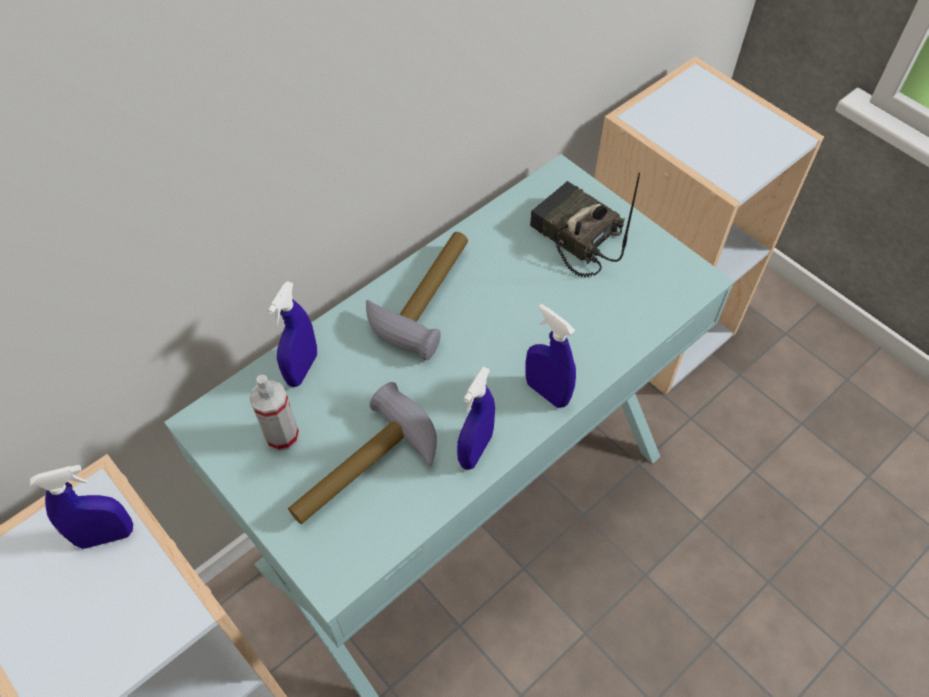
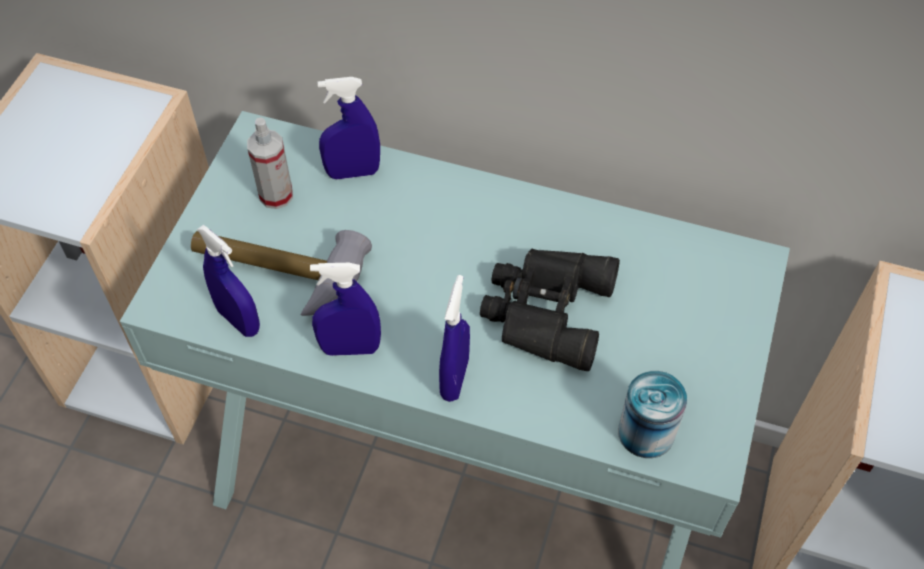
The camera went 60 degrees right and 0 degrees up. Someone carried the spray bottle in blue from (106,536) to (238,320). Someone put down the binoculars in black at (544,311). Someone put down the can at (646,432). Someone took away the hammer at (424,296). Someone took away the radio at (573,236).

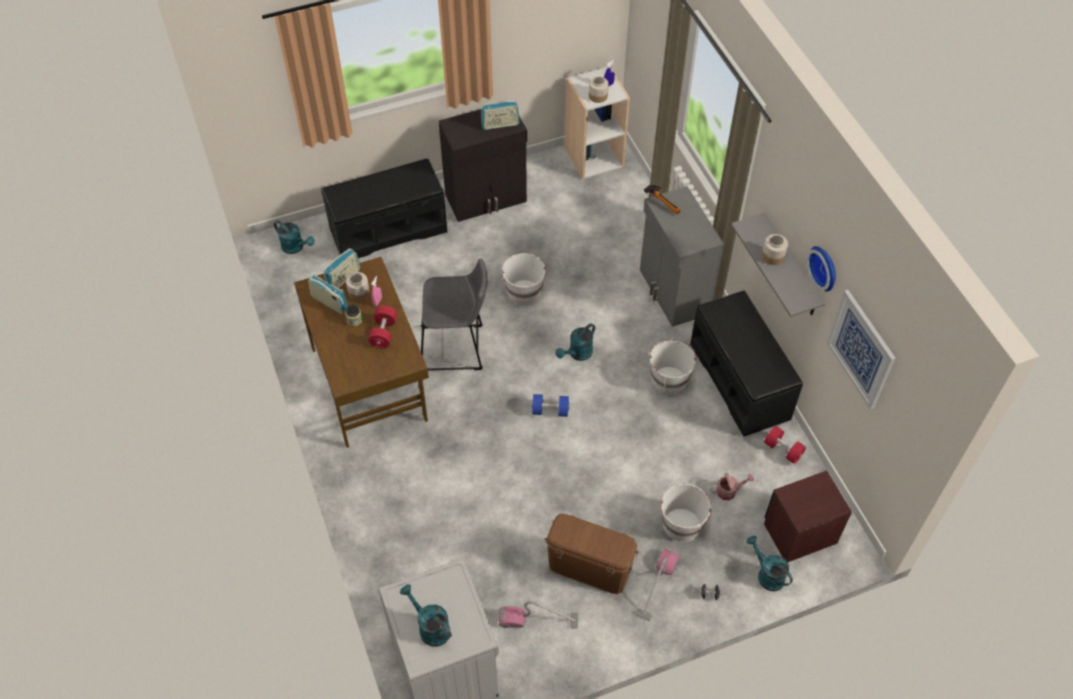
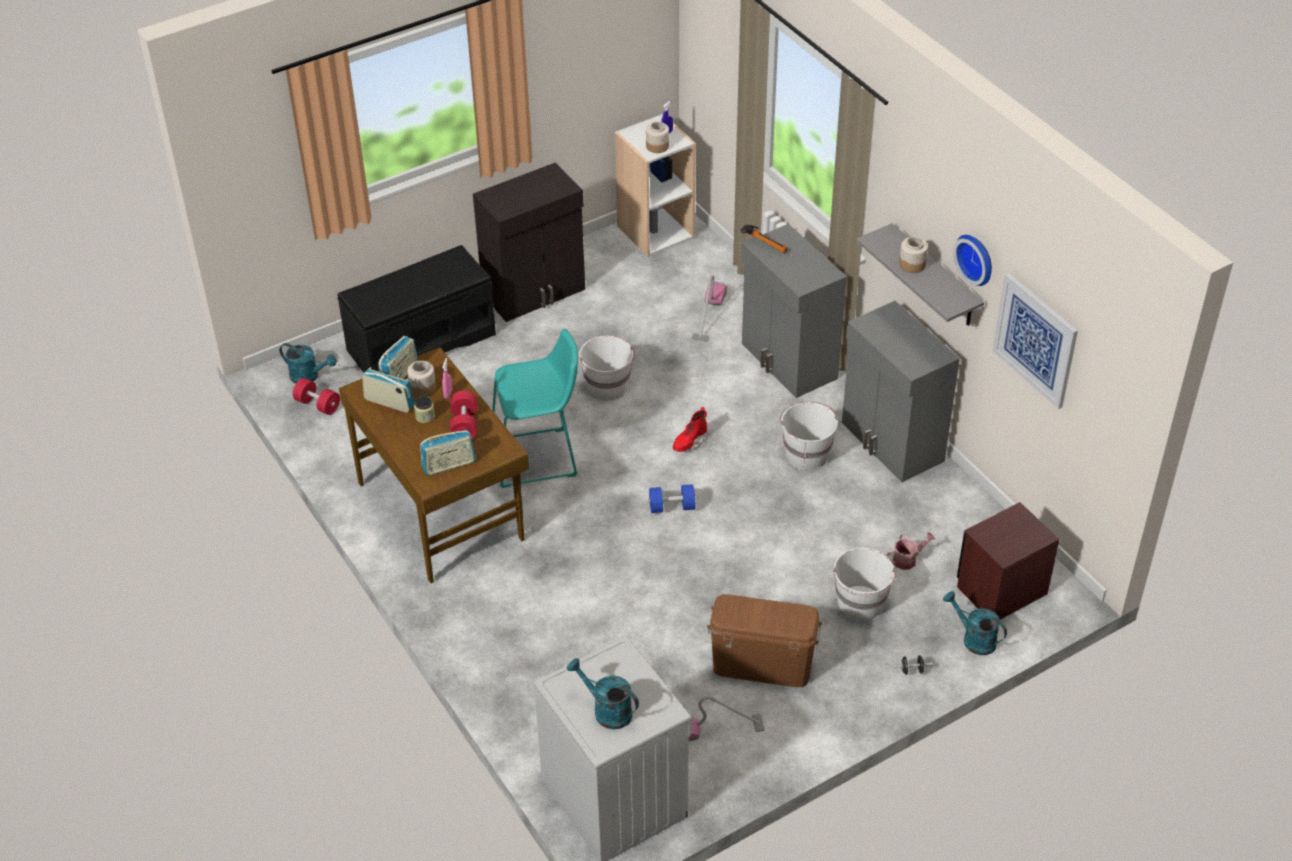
The camera went 10 degrees left and 10 degrees down. Someone carried the dumbbell in red from (783,450) to (317,404). Someone carried the radio from (500,124) to (449,465). Someone repainted the stool in grey at (456,348), which became the stool in turquoise at (539,458). Someone swapped the watering can in turquoise at (577,354) for the boot in red at (690,443). Someone carried the vacuum cleaner from (657,585) to (709,315). Someone swapped the bench in black at (740,380) for the cabinet in grey at (891,443).

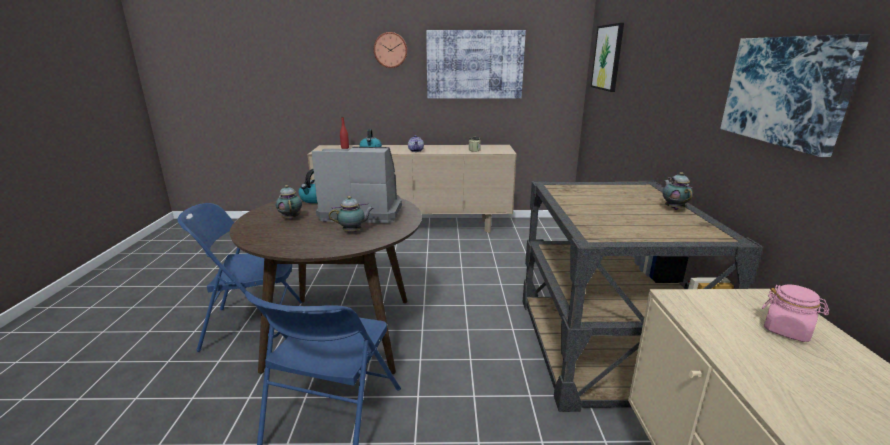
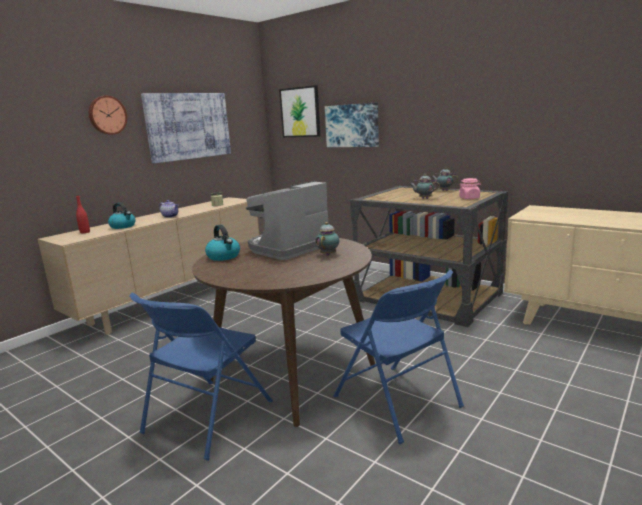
The camera went 50 degrees left and 5 degrees down. Someone carried the picture from (786,90) to (352,125). Someone carried the teapot from (291,218) to (423,198). Someone carried the jar in pink from (787,330) to (469,198).

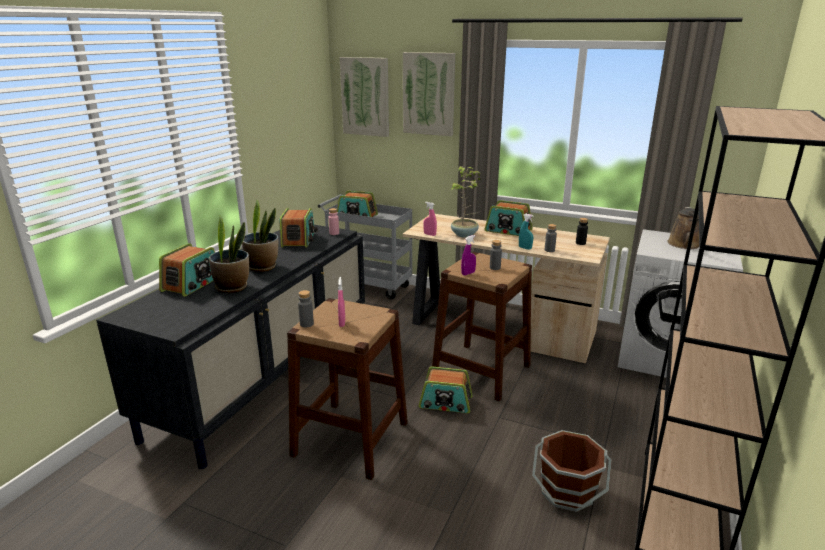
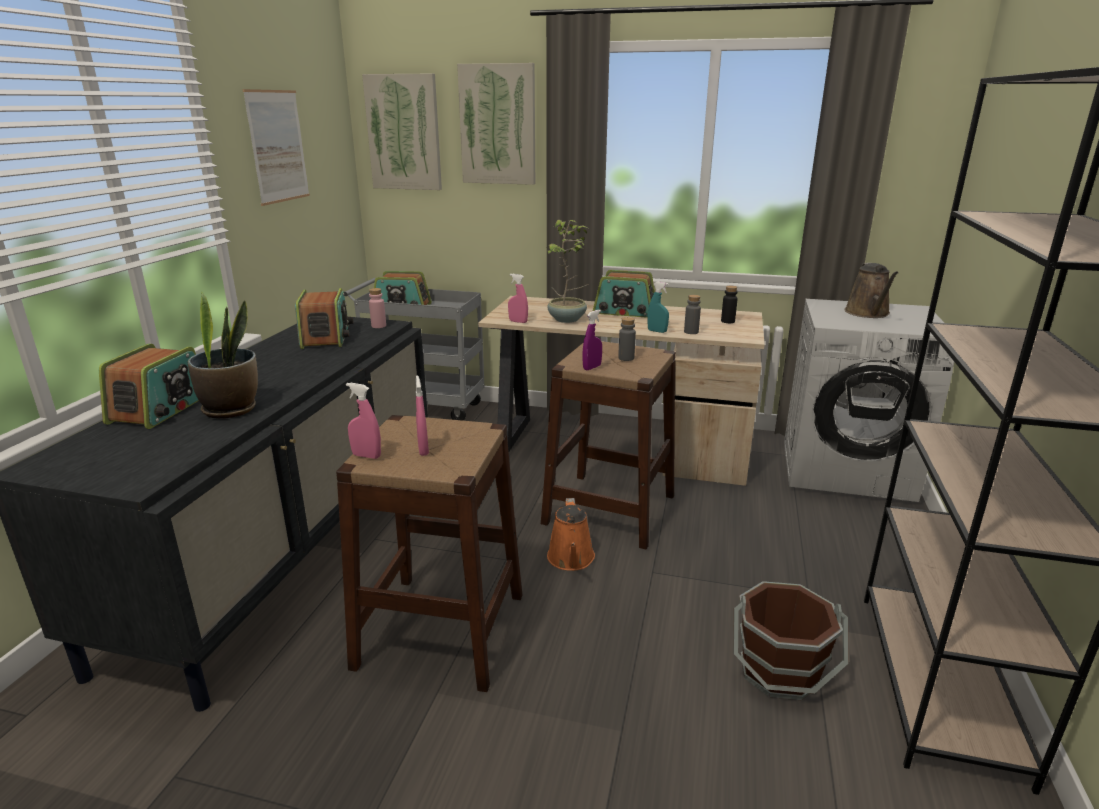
The camera went 10 degrees left and 0 degrees up. Someone put up the picture at (278,146). Someone swapped the bottle in grey at (306,324) for the spray bottle in pink at (366,456). Someone swapped the radio at (445,402) for the watering can in orange at (571,559). Someone took away the potted plant at (262,267).

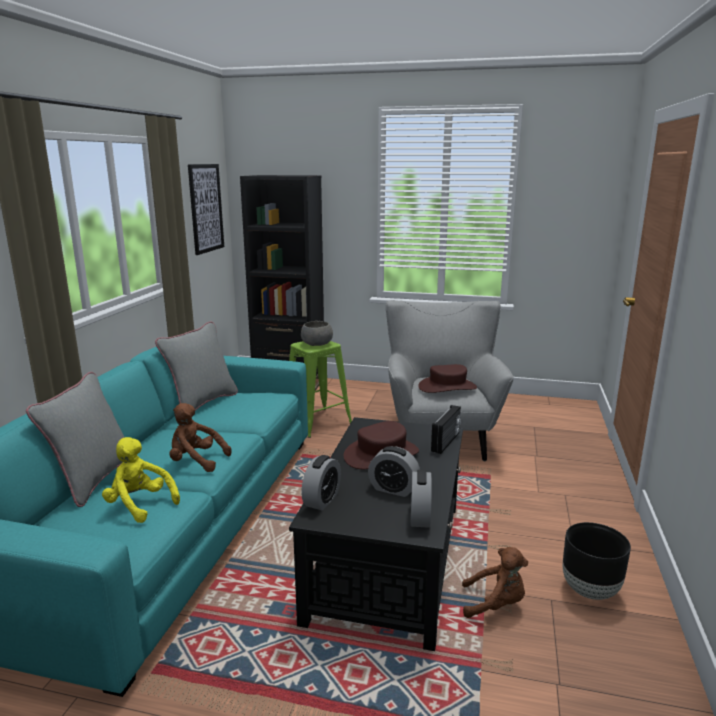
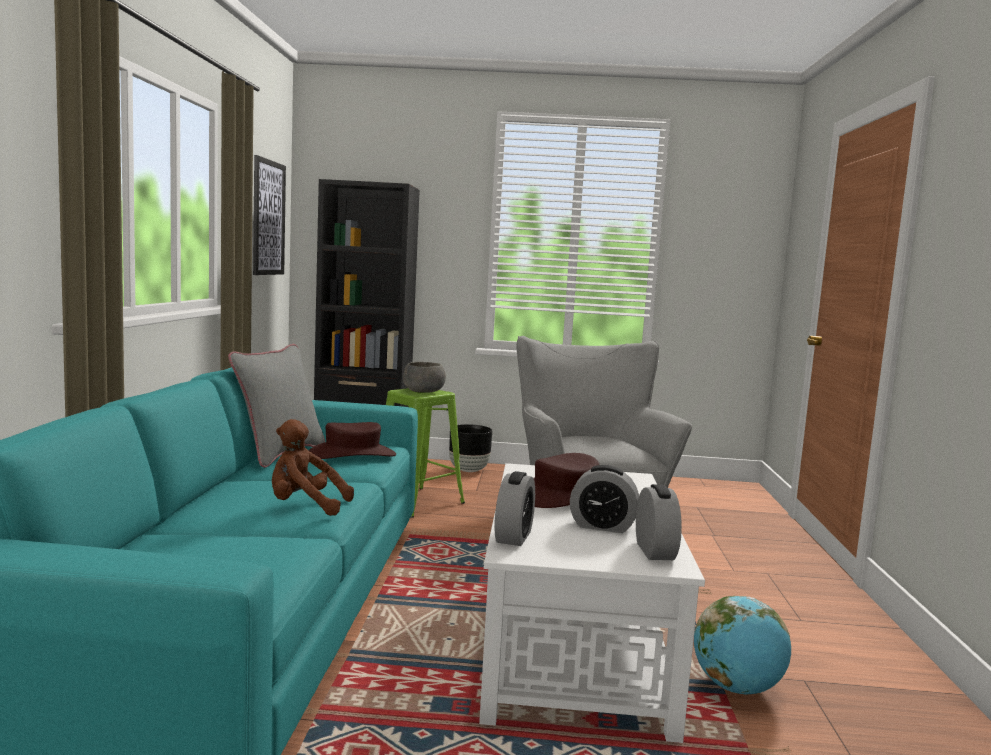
The camera went 10 degrees left and 10 degrees down. Someone carried the hat in brown from (447,387) to (352,454). Someone carried the planter in black from (590,589) to (469,470). Someone repainted the coffee table in black at (388,558), which became the coffee table in white at (574,644). Someone swapped the plush toy in brown at (495,604) for the globe at (737,688). Someone took away the pillow in grey at (93,480). Someone took away the plush toy in yellow at (140,505). Someone took away the radio at (446,442).

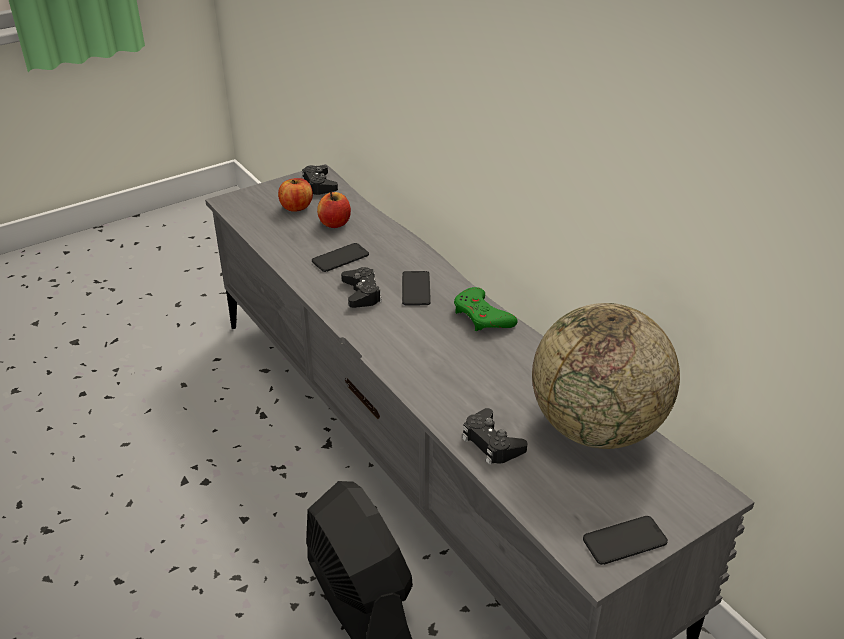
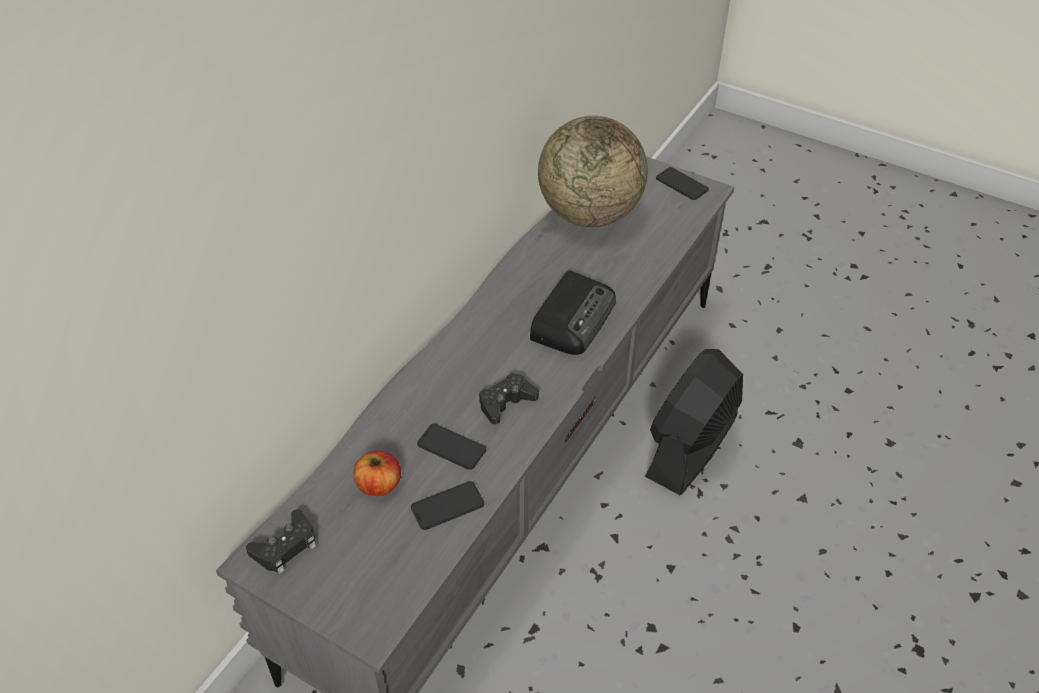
The camera went 115 degrees left and 10 degrees up. Someone carried the phone from (416,289) to (447,506). Someone put down the radio at (573,318). Someone took away the apple at (296,207). Someone took away the game controller in green at (482,316). Someone took away the game controller in black at (491,443).

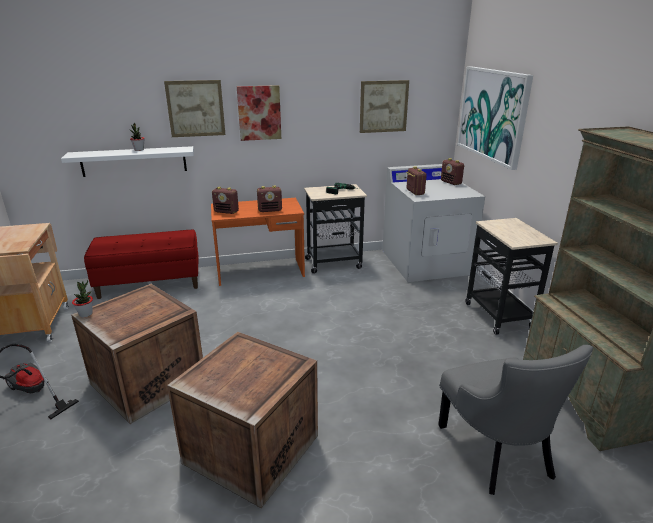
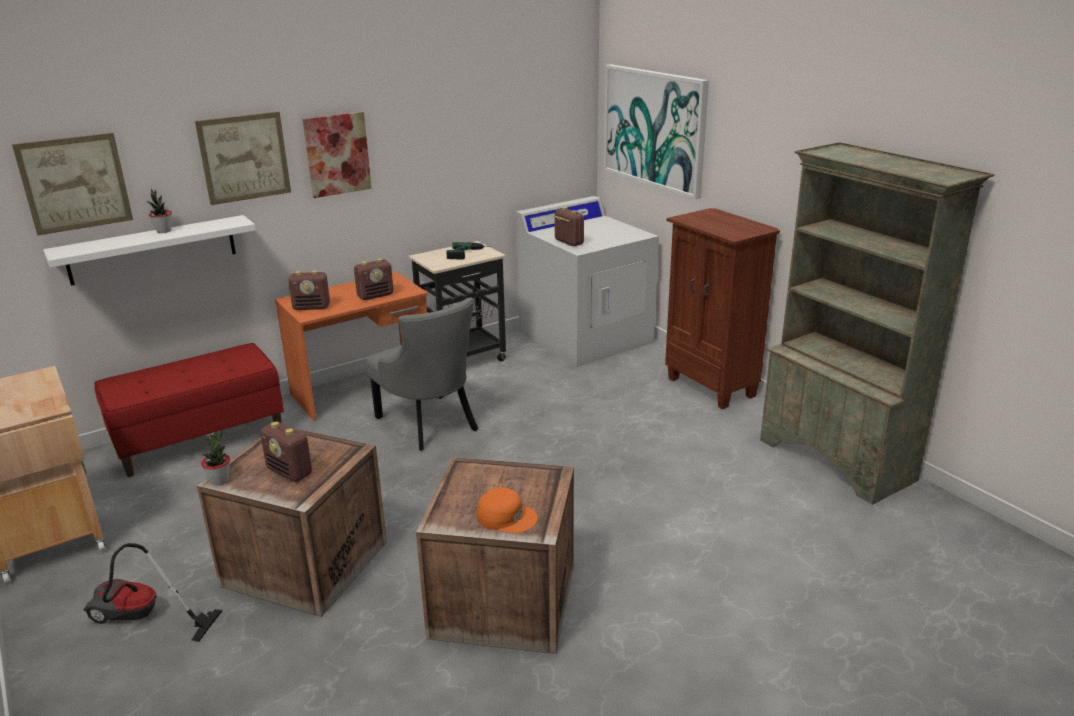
The camera went 20 degrees left and 0 degrees up. Someone carried the picture from (383,106) to (75,183). Someone carried the radio from (451,182) to (290,472). Someone carried the chair in grey from (494,449) to (427,422). Someone put down the cap in orange at (506,517). Someone swapped the cart at (499,317) for the cabinet in brown at (710,388).

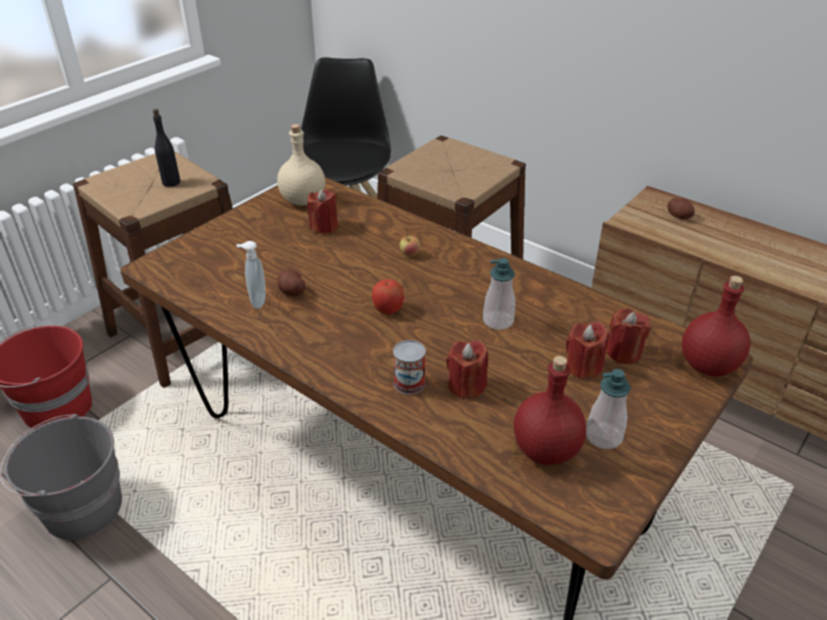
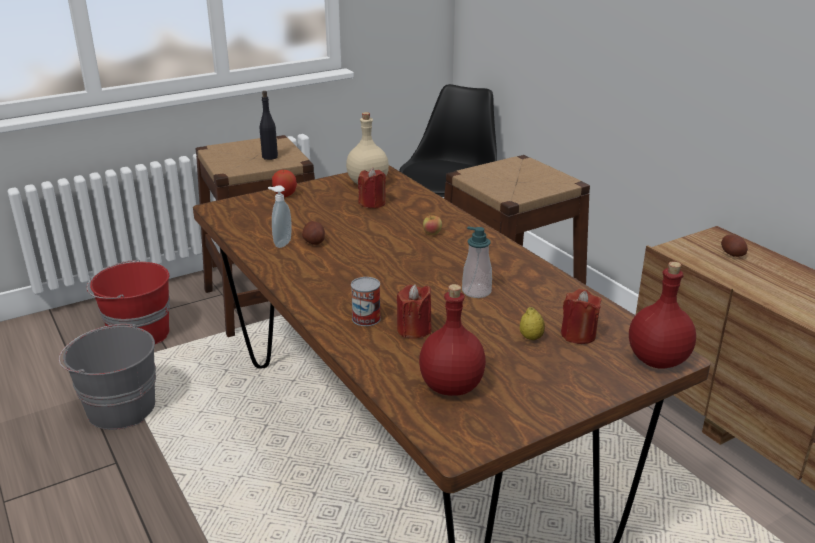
The camera went 20 degrees right and 10 degrees down. Someone carried the apple from (388,309) to (285,194). Someone swapped the candle in red at (583,367) for the lemon at (531,338). Someone took away the soap dispenser at (603,436).

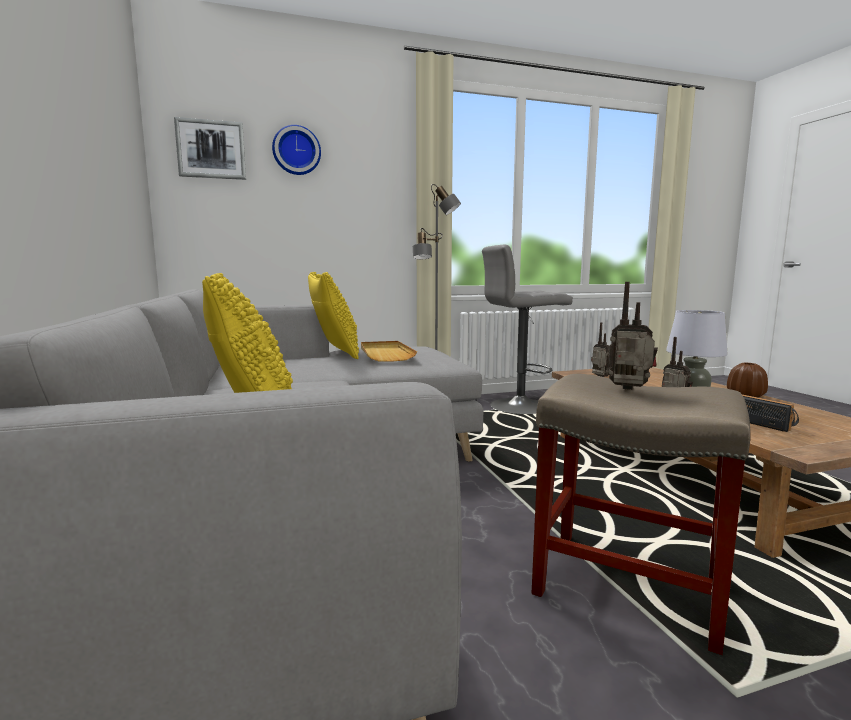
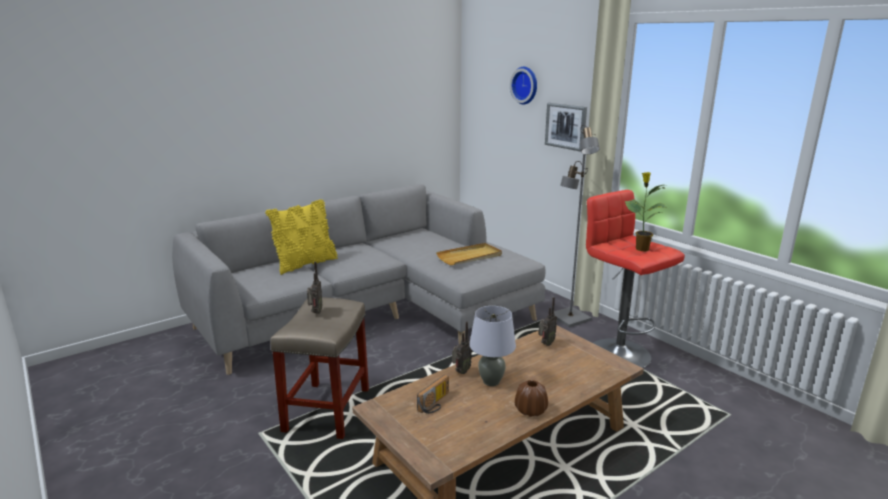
The camera went 70 degrees right and 10 degrees up. Someone carried the picture from (211,149) to (566,126). Someone repainted the stool in grey at (519,406), which became the stool in red at (619,353). Someone put down the potted plant at (641,249). Someone took away the pillow in yellow at (335,353).

